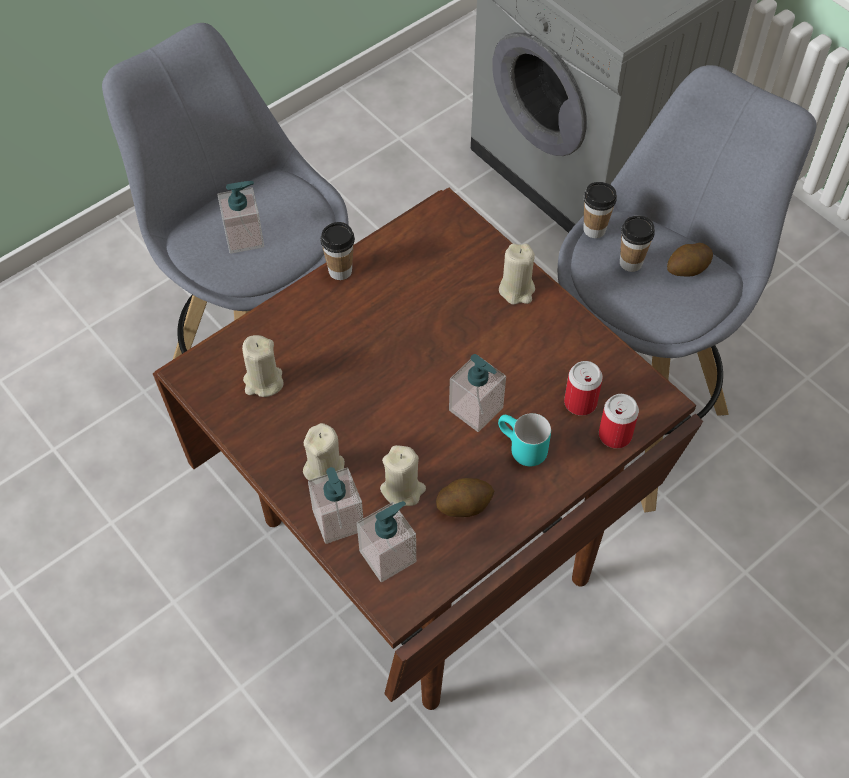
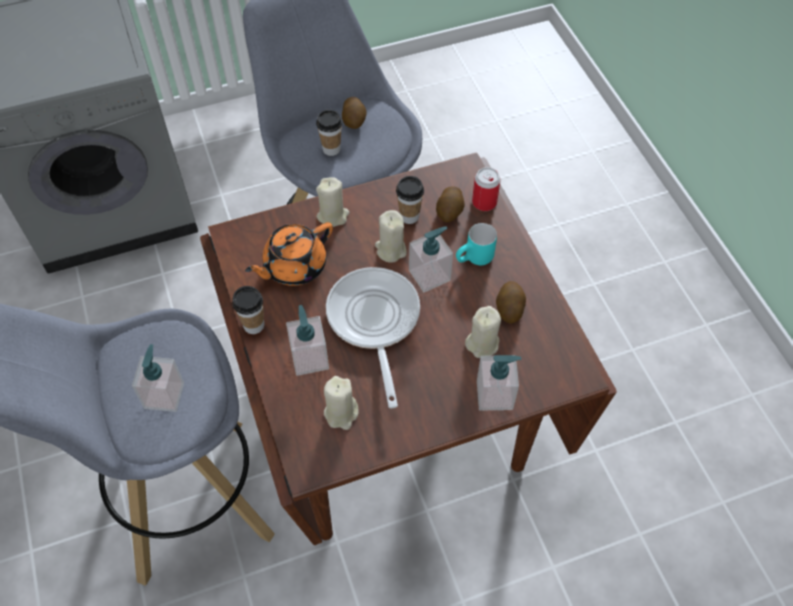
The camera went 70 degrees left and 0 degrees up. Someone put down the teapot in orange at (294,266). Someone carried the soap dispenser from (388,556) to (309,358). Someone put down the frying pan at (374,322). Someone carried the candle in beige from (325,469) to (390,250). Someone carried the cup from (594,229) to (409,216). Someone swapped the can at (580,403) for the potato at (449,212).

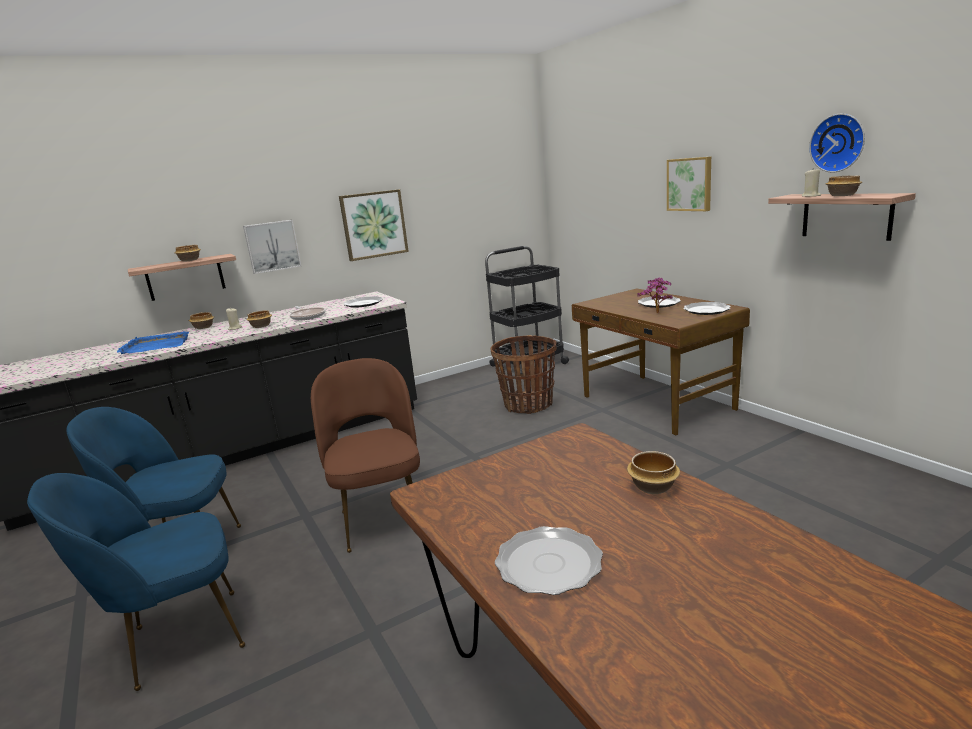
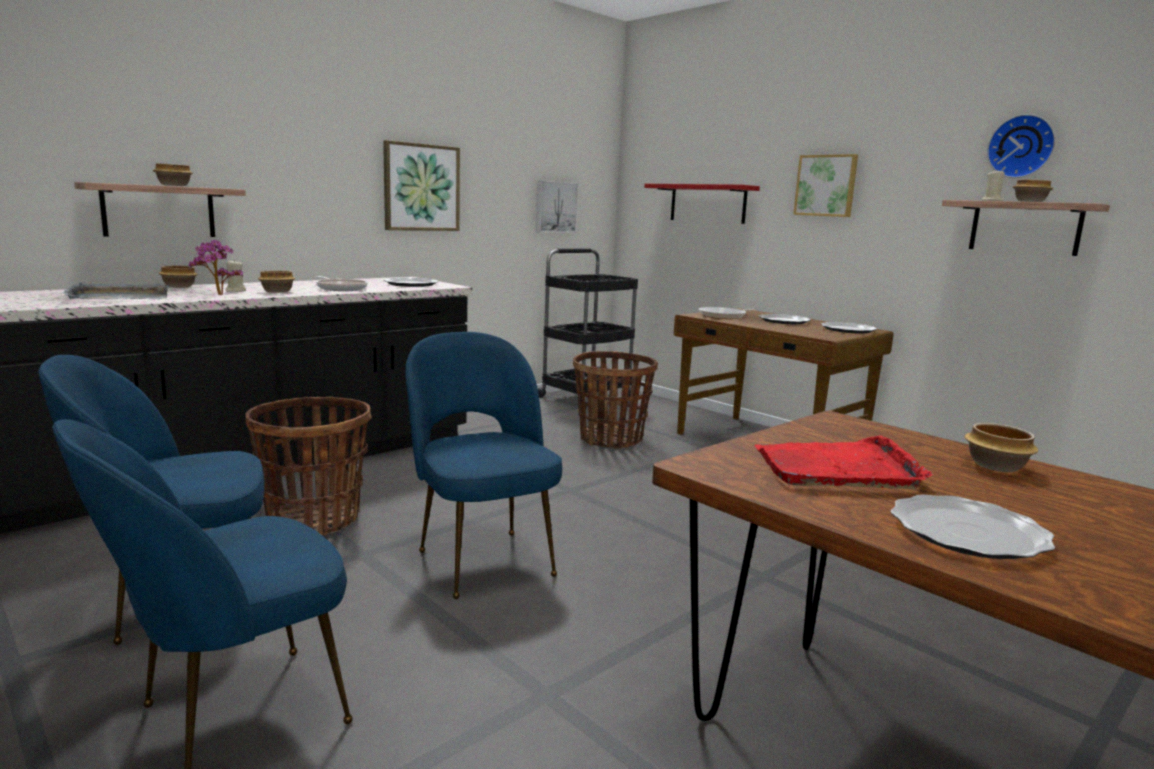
The camera went 15 degrees left and 5 degrees down. Someone repainted the tray in blue at (156,346), which became the tray in grey at (119,297). Someone carried the potted plant from (657,313) to (217,295). Someone put down the basket at (314,520). Someone repainted the chair in brown at (382,518), which became the chair in blue at (482,558). Someone carried the picture from (272,246) to (555,207). Someone put up the shelf in red at (707,203). Someone put down the frying pan at (724,316). Someone put down the tray in red at (838,468).

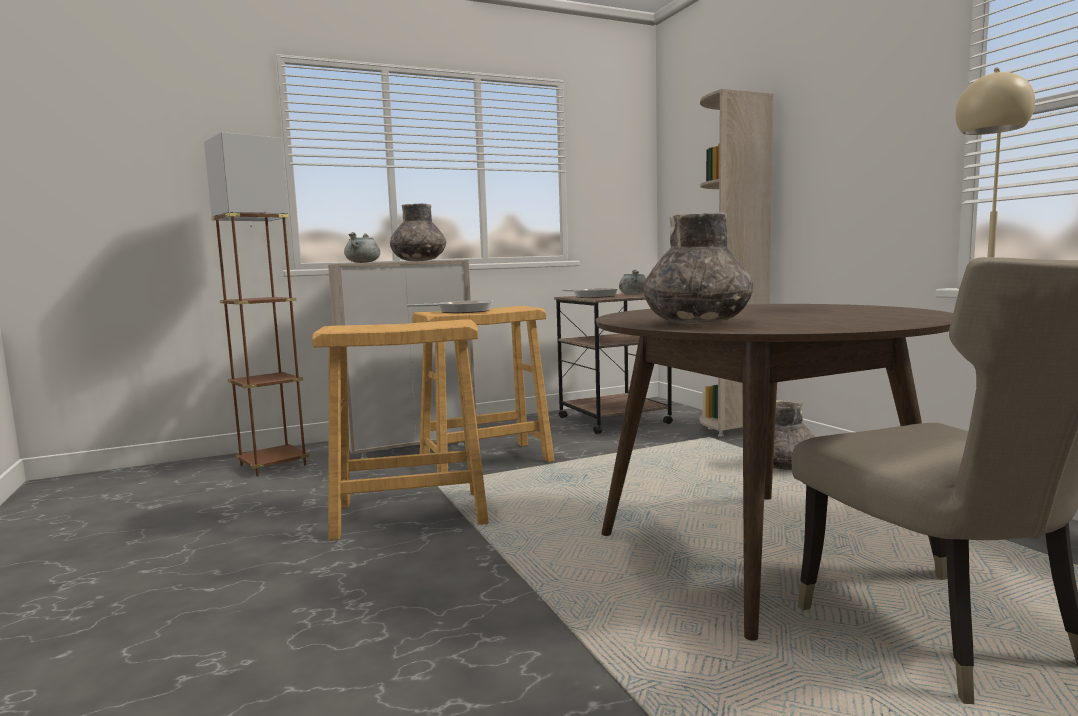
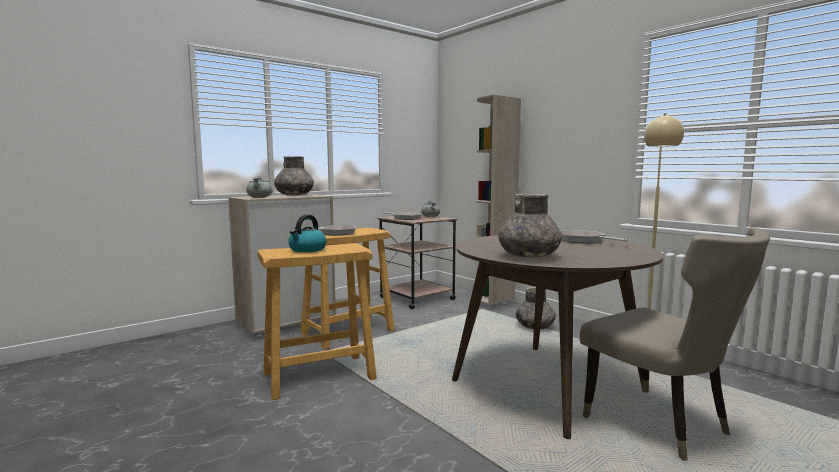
The camera went 15 degrees left and 0 degrees up. Someone put down the kettle at (307,250). Someone put down the frying pan at (584,240). Someone took away the floor lamp in brown at (273,465).

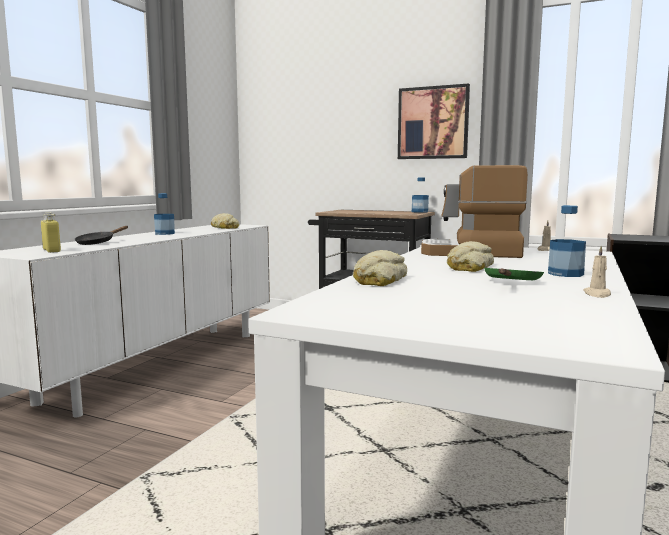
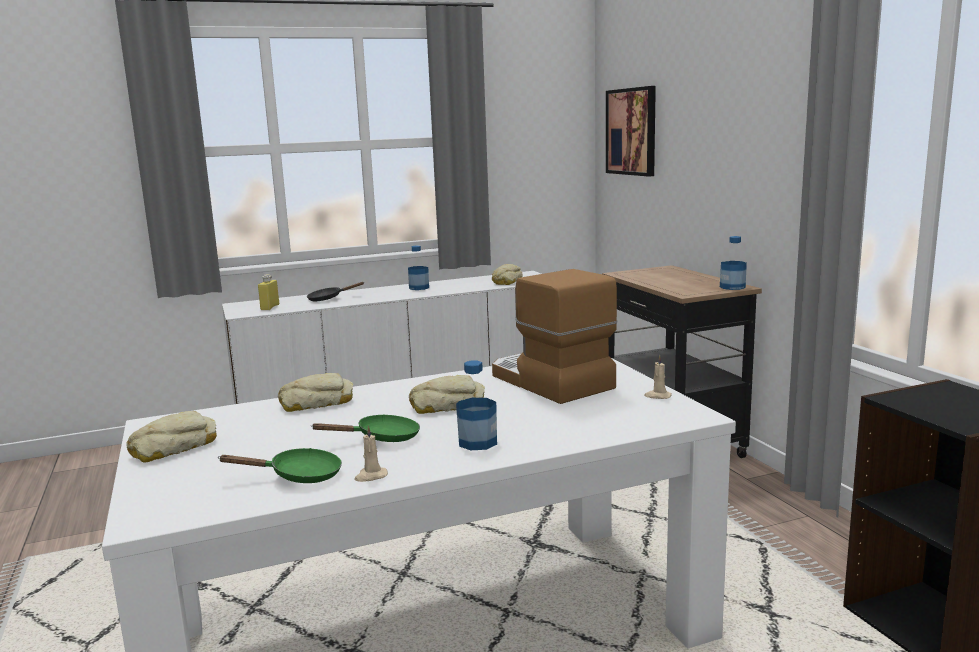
The camera went 45 degrees right and 5 degrees up. Someone put down the bread at (173,447). Someone put down the frying pan in green at (299,476). Someone carried the picture from (433,123) to (631,131).

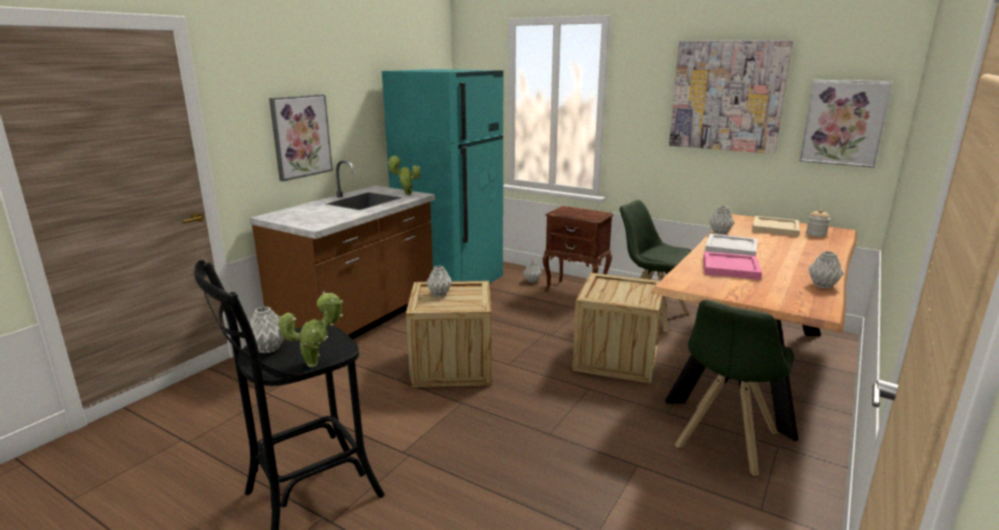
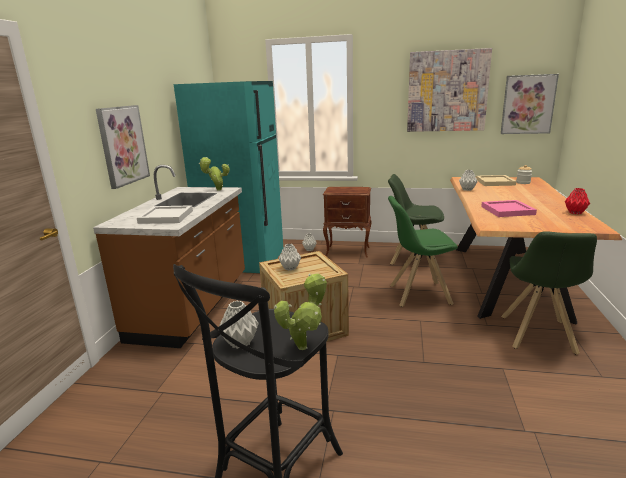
The camera went 20 degrees left and 0 degrees up. Someone carried the tray in white from (731,248) to (166,217). Someone swapped the crate at (616,358) for the chair in green at (419,294). Someone repainted the vase in grey at (823,285), which became the vase in red at (575,212).

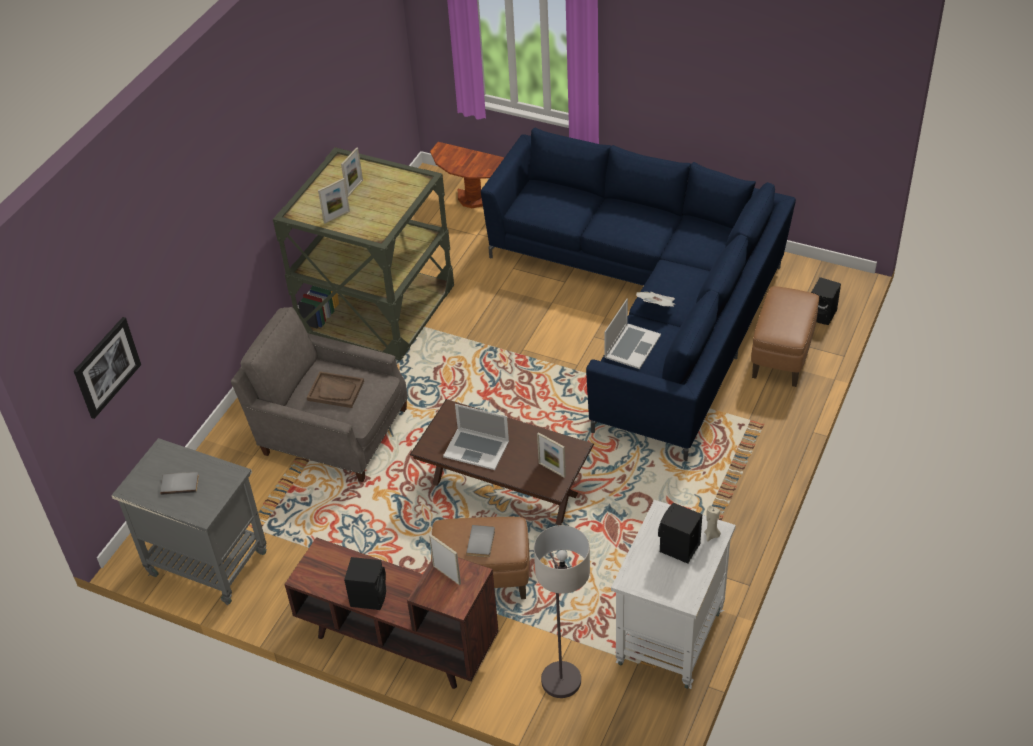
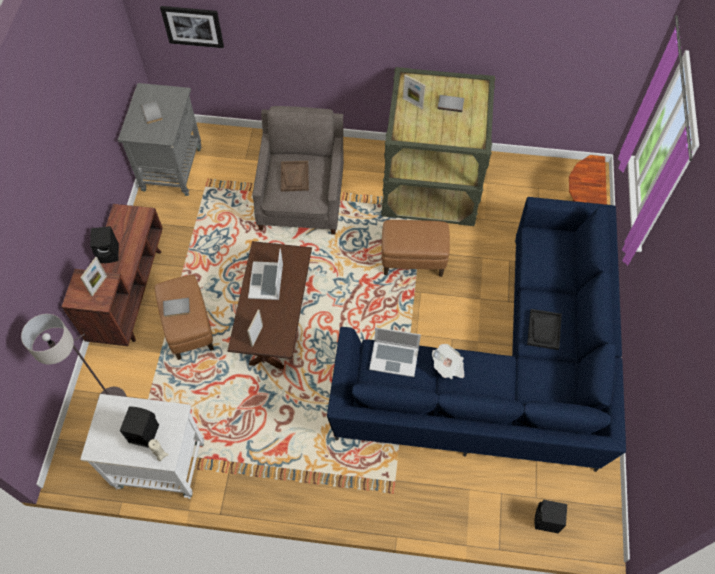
The camera went 70 degrees right and 15 degrees up. Someone carried the ottoman in brown from (782,357) to (413,261). Someone swapped the picture frame at (354,188) for the book in grey at (450,103). Someone put down the tray in black at (544,330).

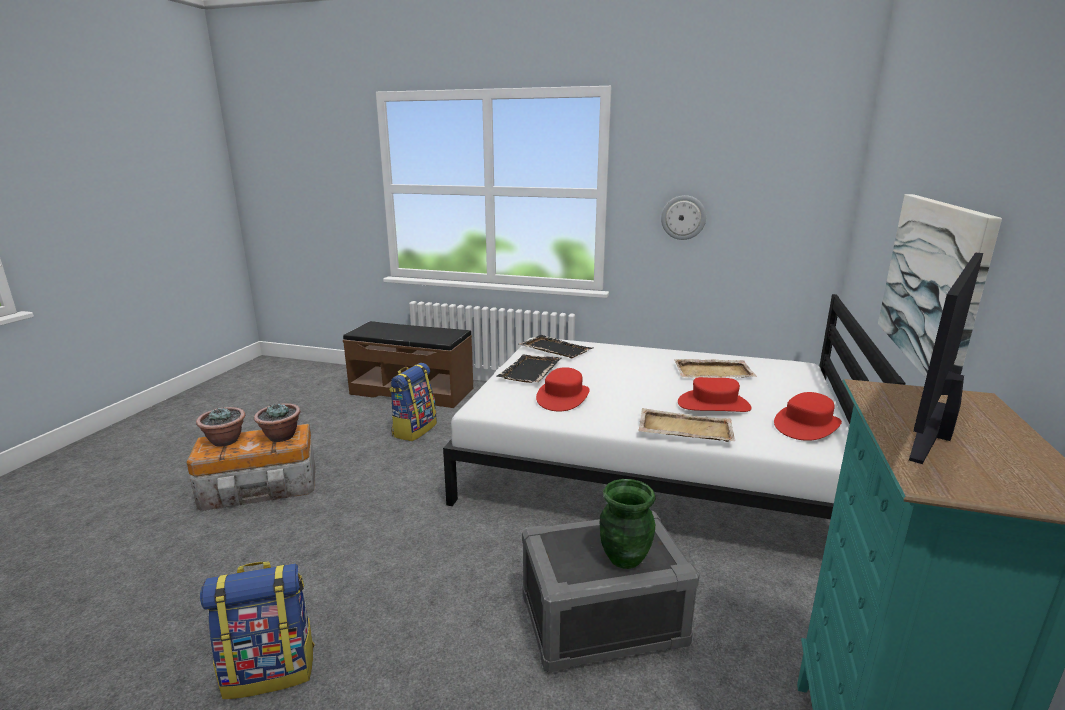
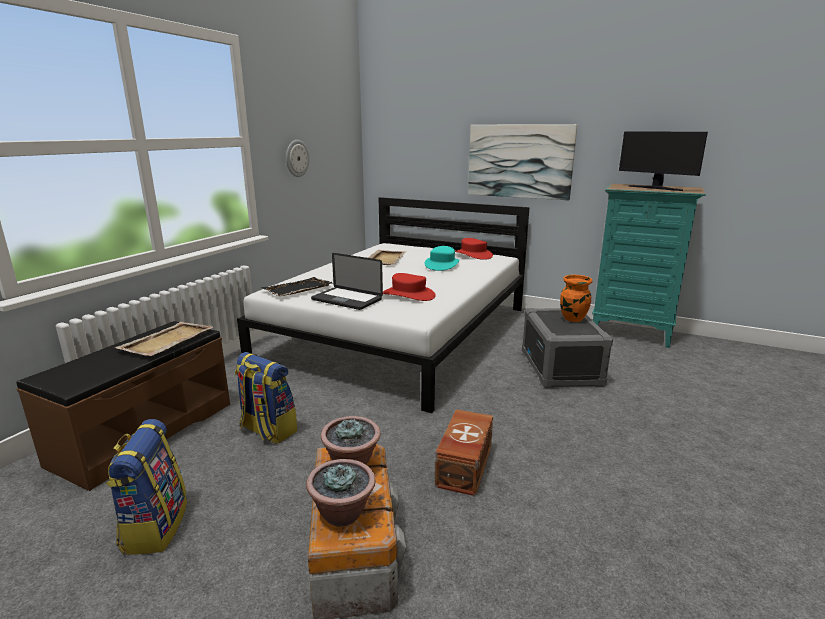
The camera went 80 degrees left and 0 degrees up. Someone carried the backpack from (271,670) to (154,526). Someone carried the tray in beige from (684,428) to (166,341). Someone swapped the tray in black at (529,371) for the laptop at (347,299). Someone repainted the hat in red at (713,405), which became the hat in turquoise at (442,264). Someone put down the storage box in brown at (463,466). Someone repainted the vase in green at (624,558), which became the vase in orange at (572,319).

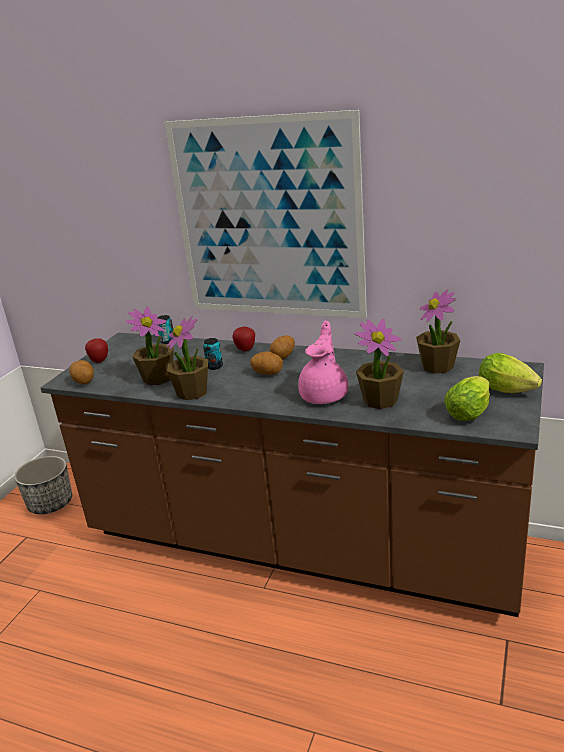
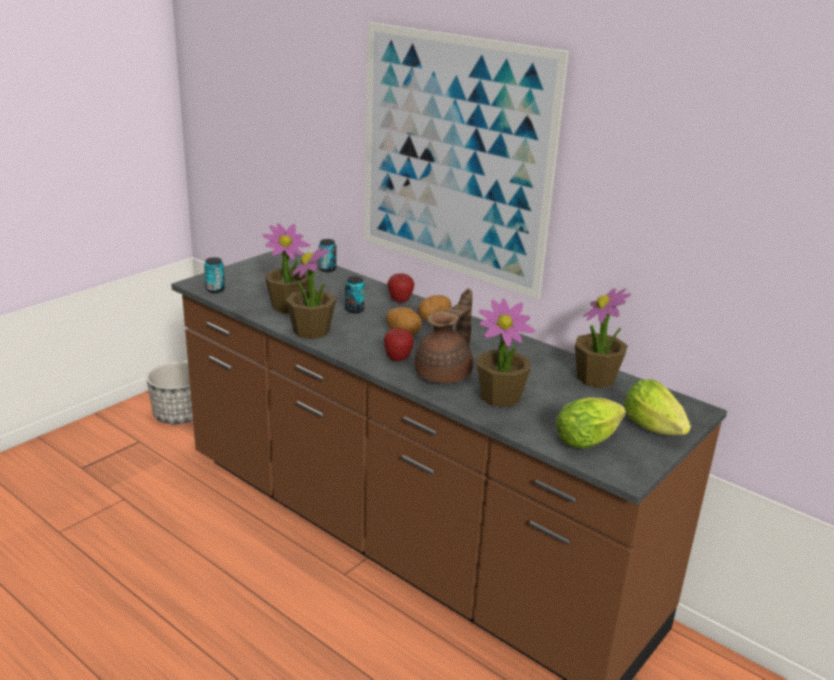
The camera went 15 degrees right and 0 degrees up. Someone swapped the potato at (84,382) for the can at (215,289). Someone carried the apple from (99,361) to (398,359). Someone repainted the teapot in pink at (325,395), which became the teapot in brown at (445,374).

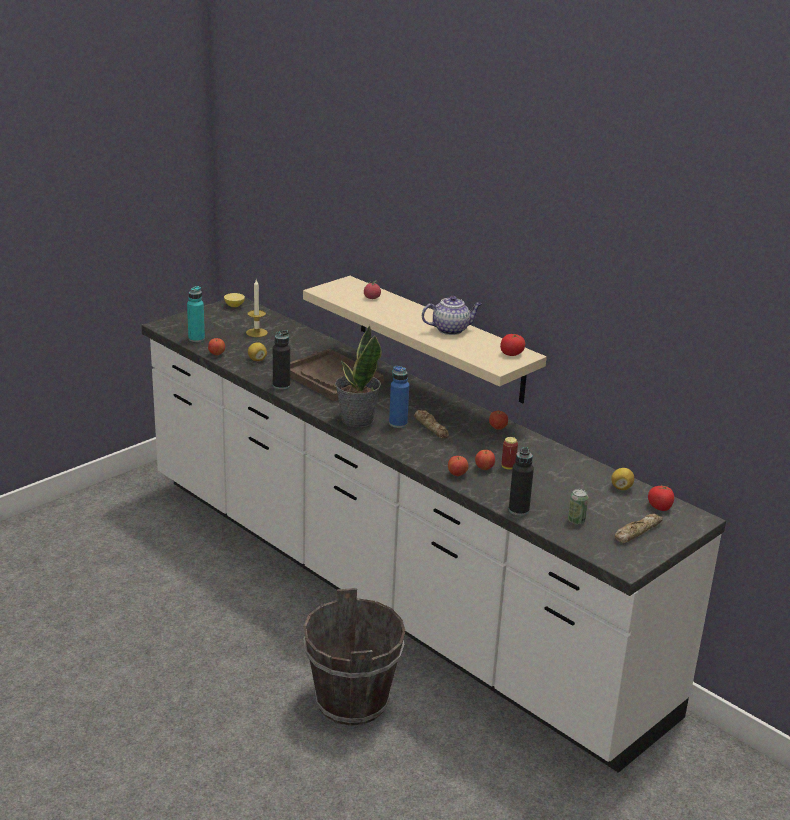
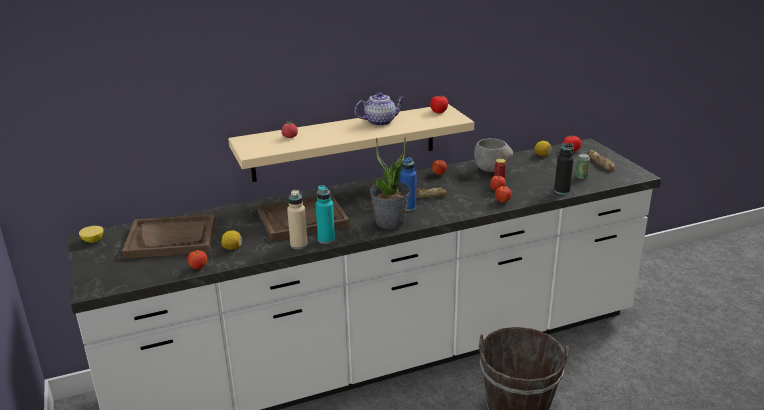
The camera went 65 degrees left and 0 degrees up. Someone swapped the candle at (256,333) for the tray in brown at (171,239). Someone repainted the bottle in black at (281,385), which became the bottle in beige at (299,245). Someone carried the bottle in turquoise from (196,339) to (326,239). Someone rotated the teapot at (451,330) by 60 degrees clockwise. Someone put down the bowl in grey at (491,170).

